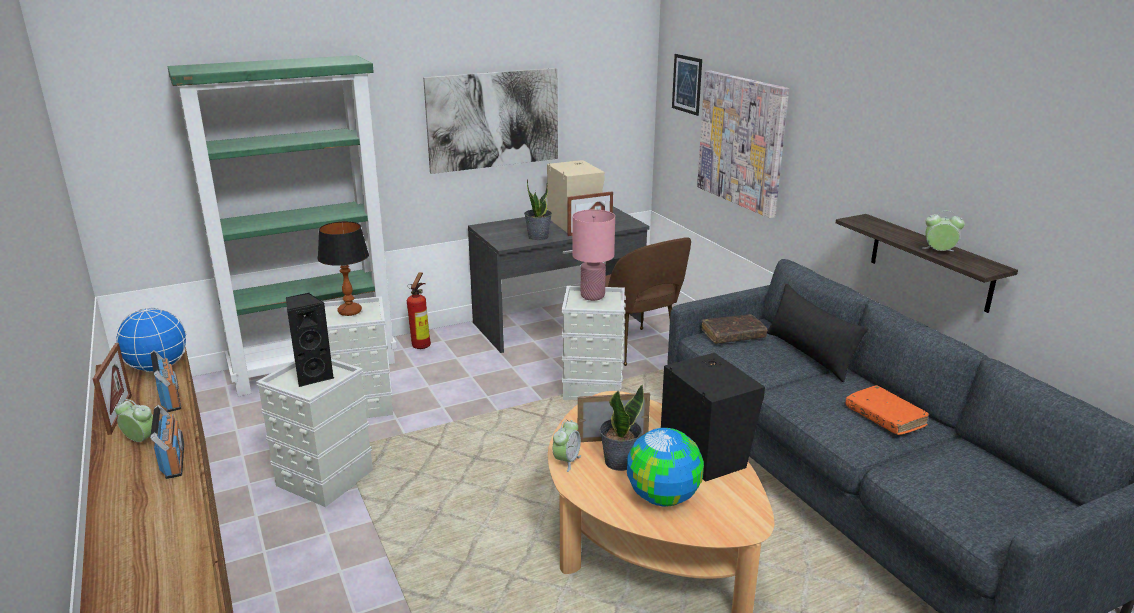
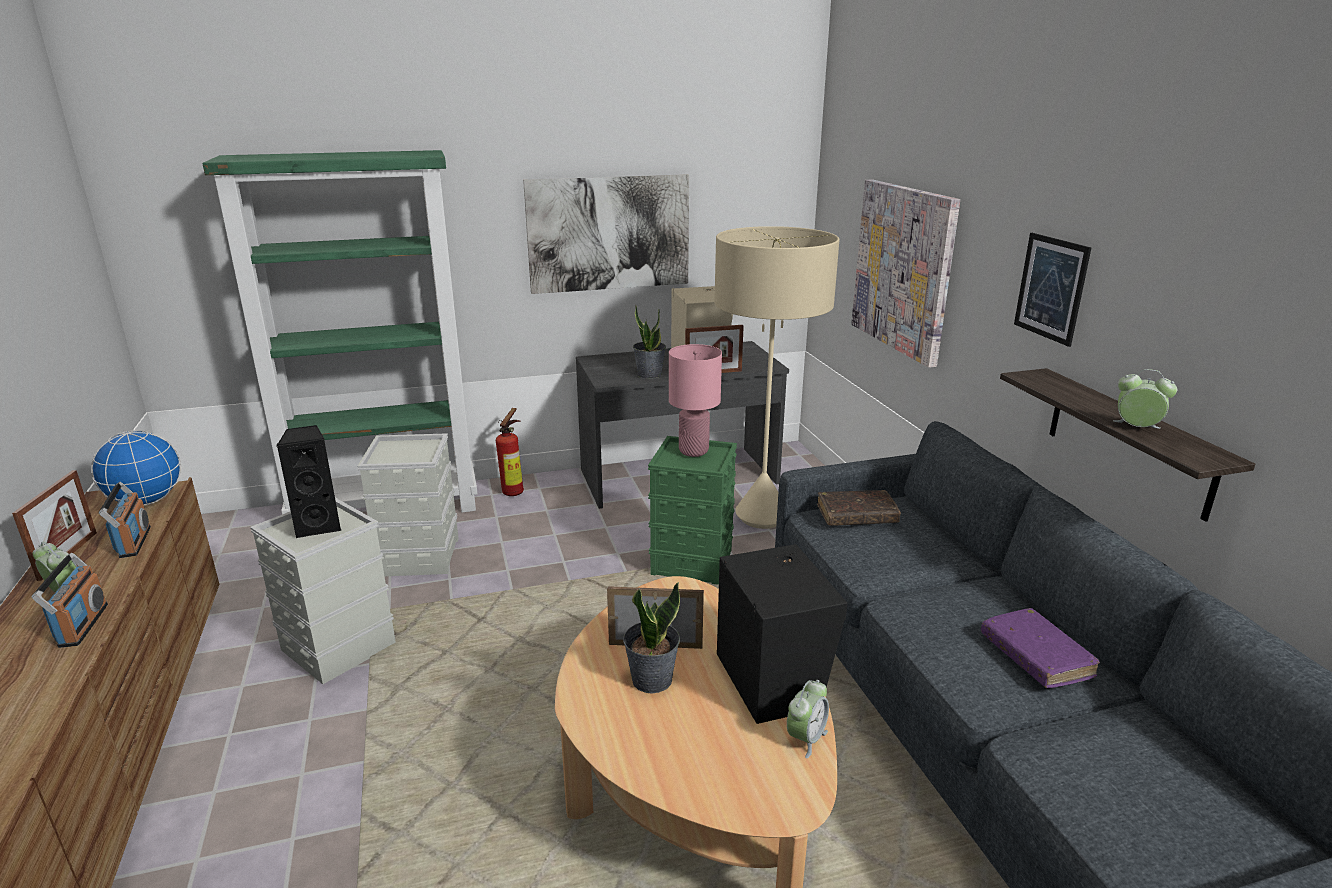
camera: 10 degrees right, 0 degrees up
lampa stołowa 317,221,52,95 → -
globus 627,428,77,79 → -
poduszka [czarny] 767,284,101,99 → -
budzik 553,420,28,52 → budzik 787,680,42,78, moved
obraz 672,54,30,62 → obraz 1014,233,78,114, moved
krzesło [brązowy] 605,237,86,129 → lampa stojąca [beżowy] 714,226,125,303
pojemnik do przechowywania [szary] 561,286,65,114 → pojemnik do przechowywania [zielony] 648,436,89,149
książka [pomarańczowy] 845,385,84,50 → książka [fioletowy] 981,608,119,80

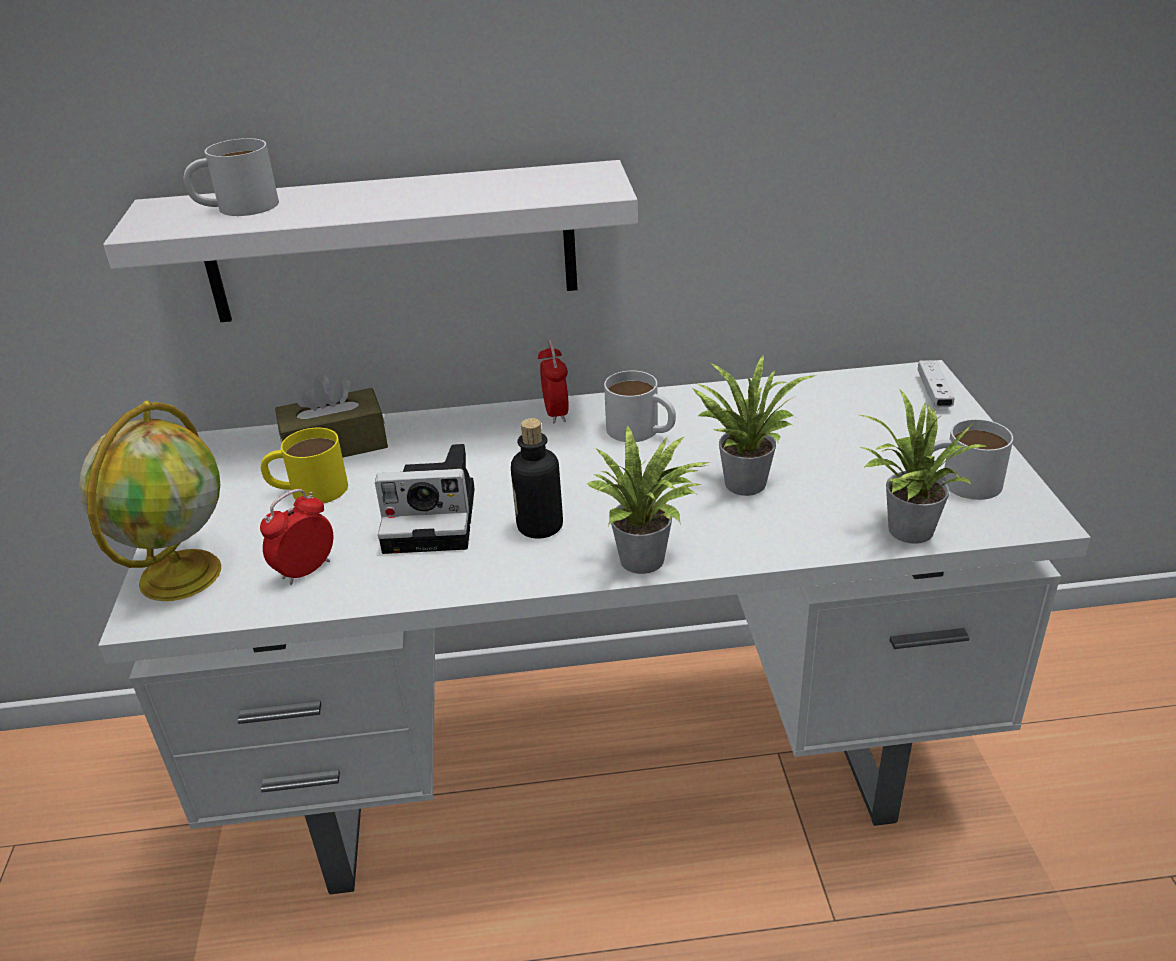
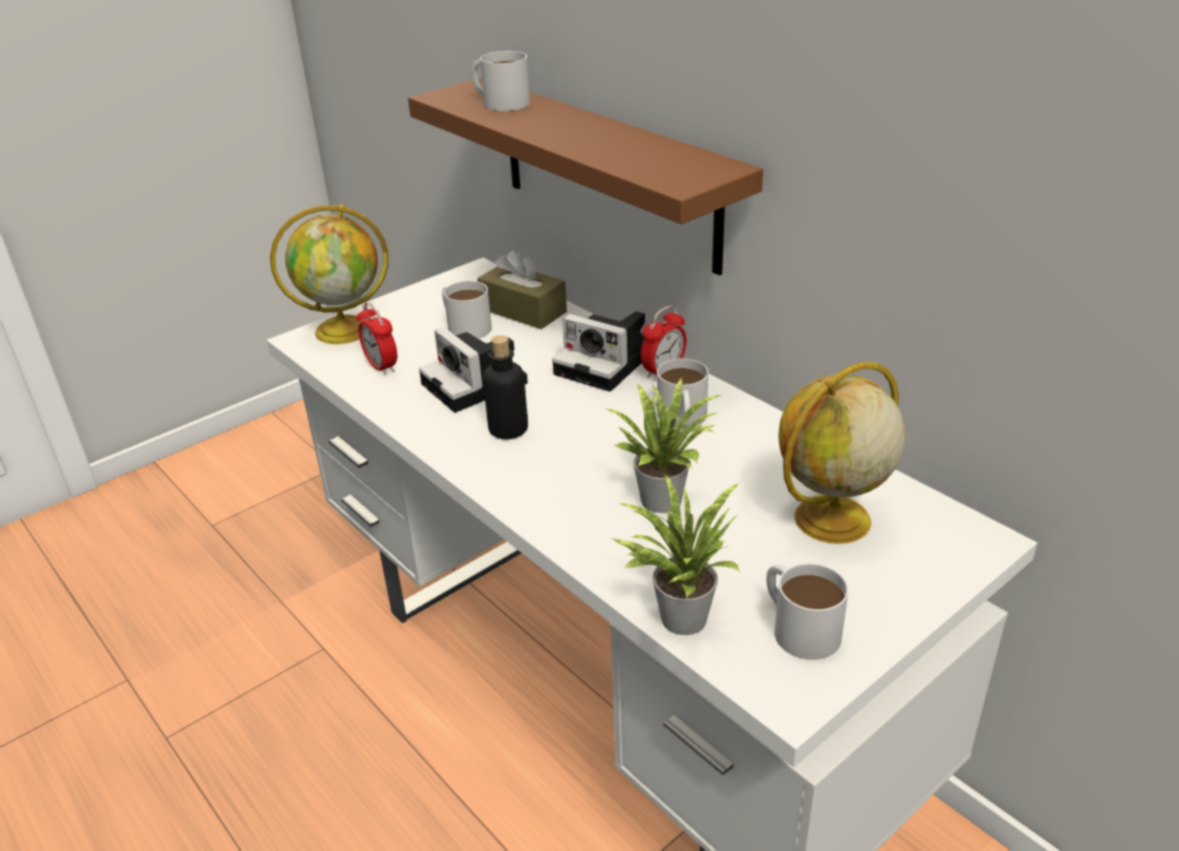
camera: 55 degrees right, 0 degrees up
roślina doniczkowa 587,425,124,149 → -
pad do gier [biały] 918,360,37,48 → -
- → aparat fotograficzny 552,311,93,81
- → globus 778,362,127,182
półka [biały] 103,160,535,162 → półka [brązowy] 408,78,355,198
kubek [żółty] 261,428,87,76 → kubek [biały] 442,281,50,58
budzik 260,489,73,96 → budzik 356,302,41,73, 135 degrees counterclockwise

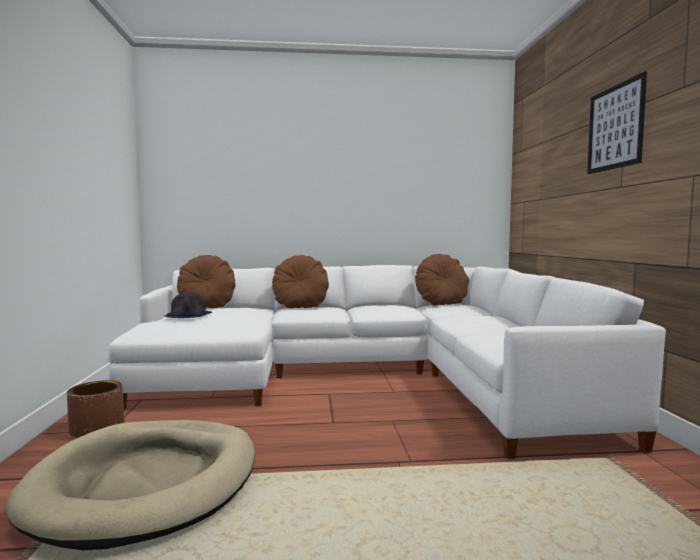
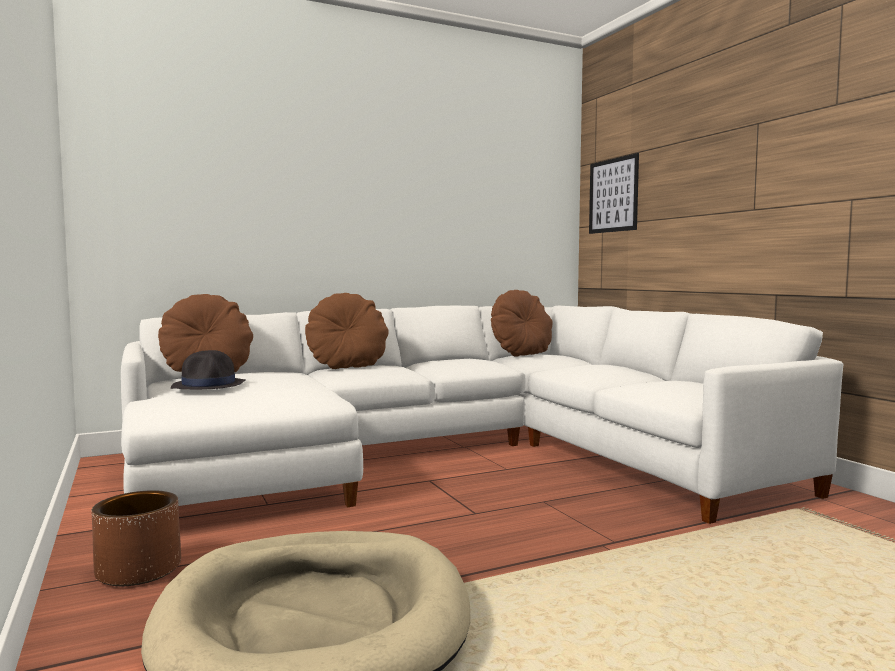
camera: 20 degrees left, 0 degrees up
obraz 587,71,60,103 → obraz 589,153,50,81, moved

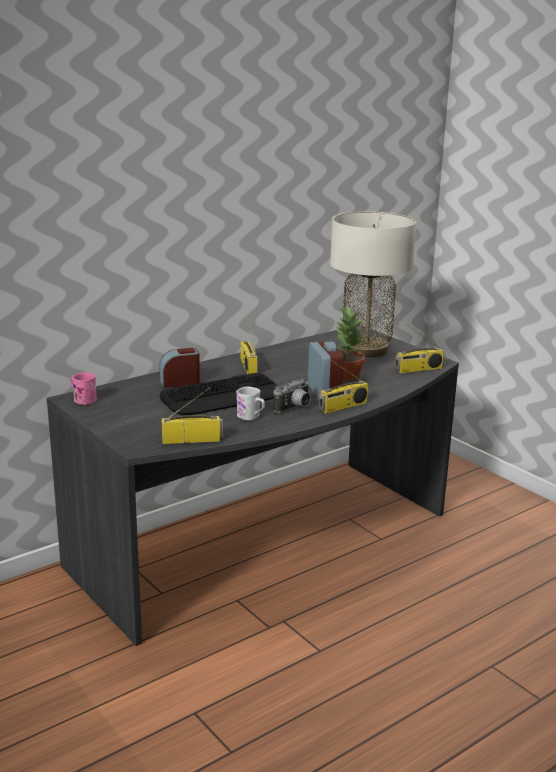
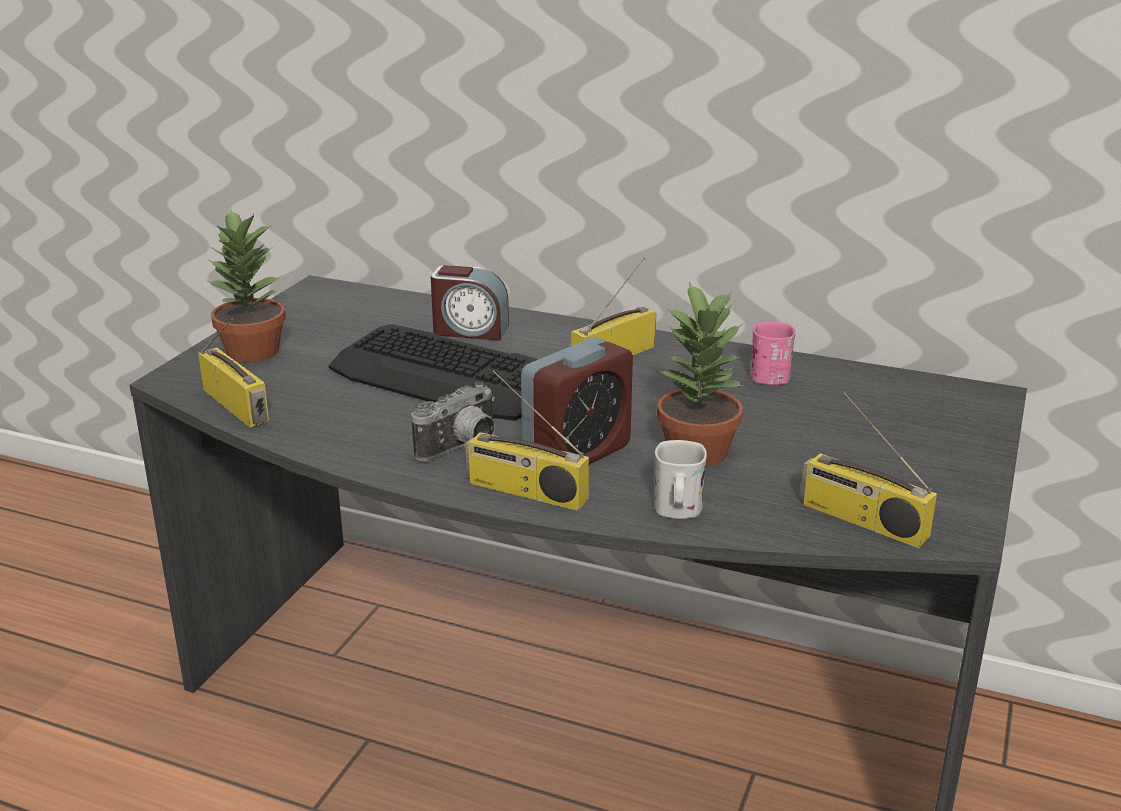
camera: 60 degrees right, 5 degrees up
lampa stołowa 330,212,86,145 → -
- → roślina doniczkowa 206,208,80,154
kubek [różowy] 70,372,27,33 → kubek [różowy] 750,322,46,63, moved
kubek [biały] 236,386,29,34 → kubek [biały] 654,440,53,79, moved
budzik 160,348,40,40 → budzik 431,265,78,76, 150 degrees clockwise
aparat fotograficzny 273,378,38,35 → aparat fotograficzny 411,382,84,80, 60 degrees counterclockwise

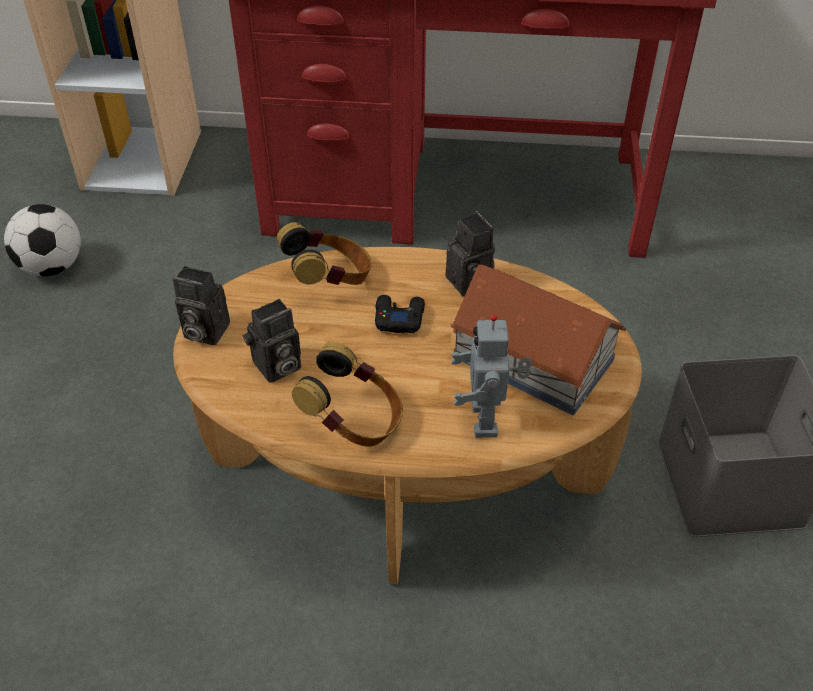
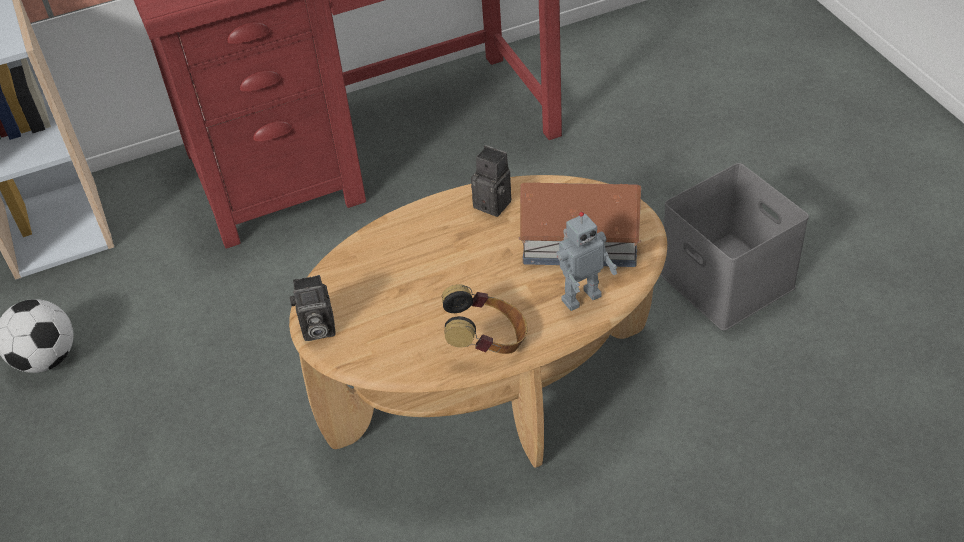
camera: 25 degrees left, 0 degrees up
aparat fotograficzny 243,299,58,84 → -
słuchawki 277,222,95,63 → -
pad do gier [czarny] 375,295,50,38 → -
robot zabawkowy 451,315,81,123 → robot zabawkowy 556,212,61,99, 90 degrees counterclockwise

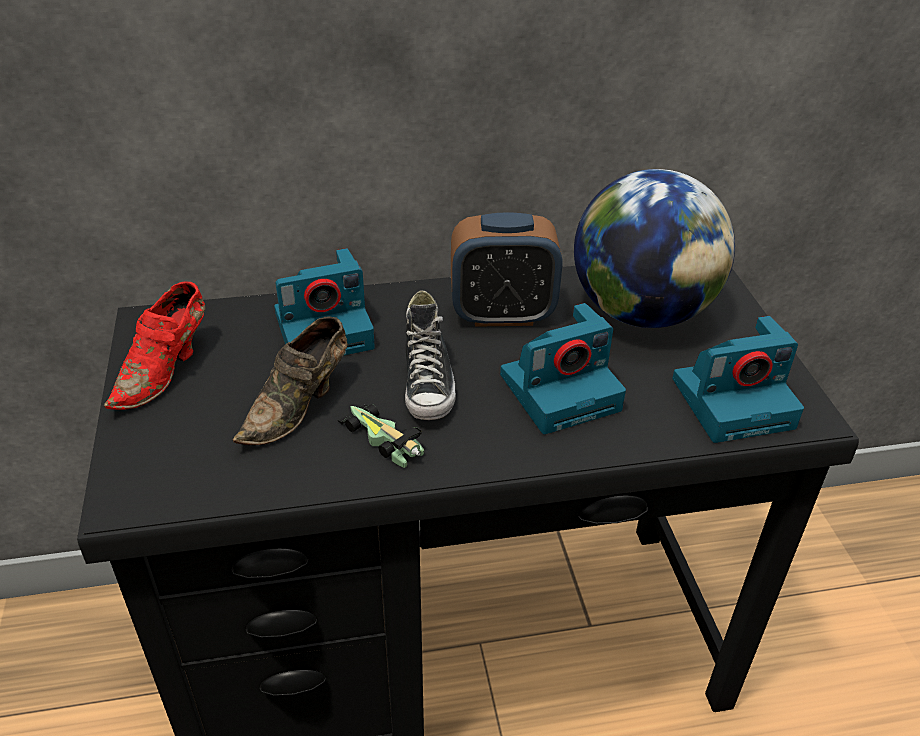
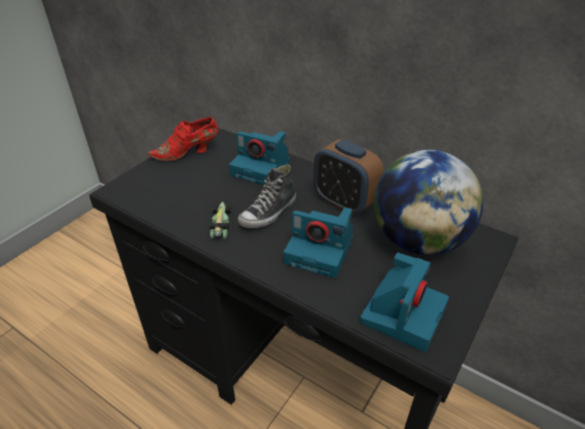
camera: 45 degrees right, 0 degrees up
but [brązowy] 233,316,114,129 → -
aparat fotograficzny 673,316,131,127 → aparat fotograficzny 360,253,89,99, 90 degrees counterclockwise

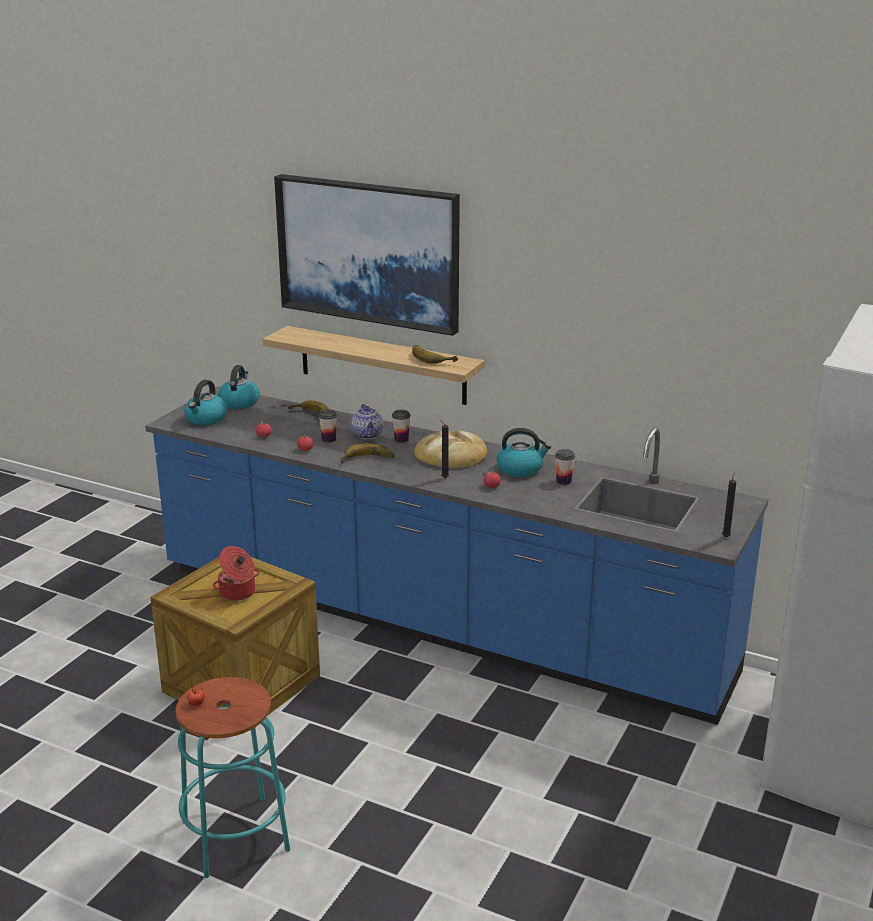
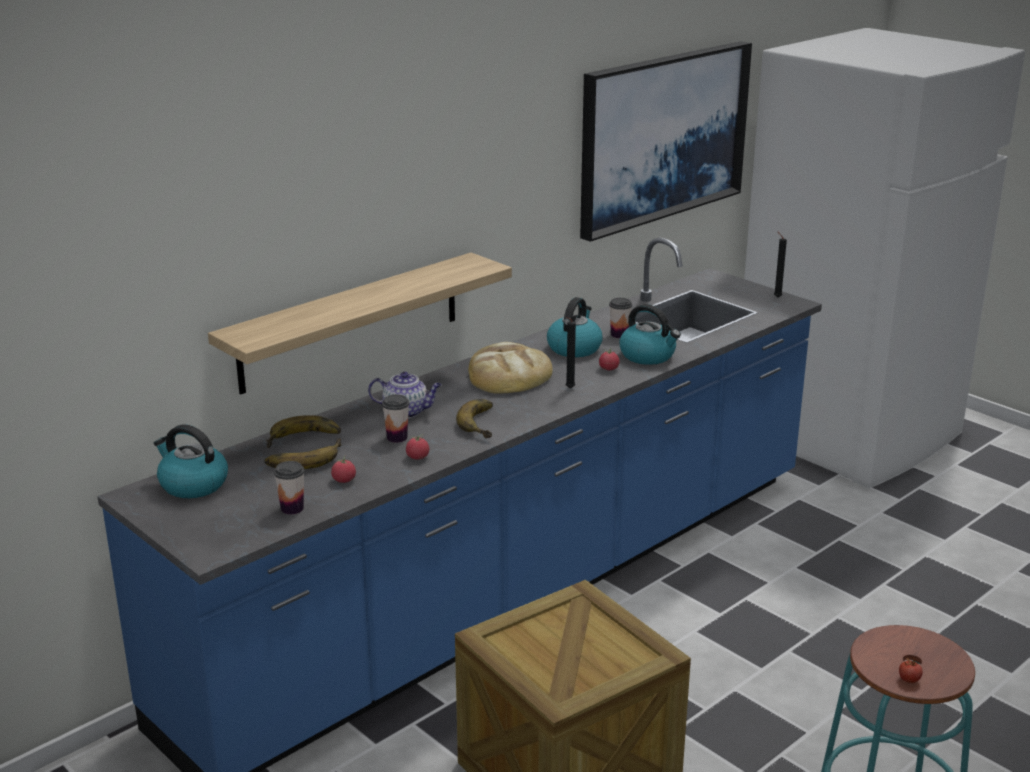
camera: 70 degrees left, 0 degrees up
garnek 213,546,47,55 → -
czajnik 184,380,44,45 → czajnik 619,304,62,61, moved
obraz 274,174,186,162 → obraz 580,41,172,201, moved
filiżanka 392,410,19,33 → filiżanka 274,461,31,53, moved
banan 412,345,46,19 → banan 264,438,78,31, moved

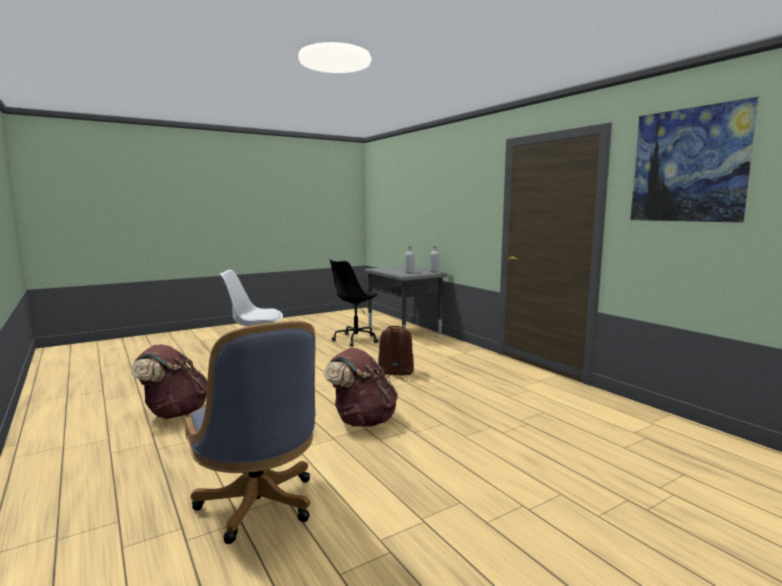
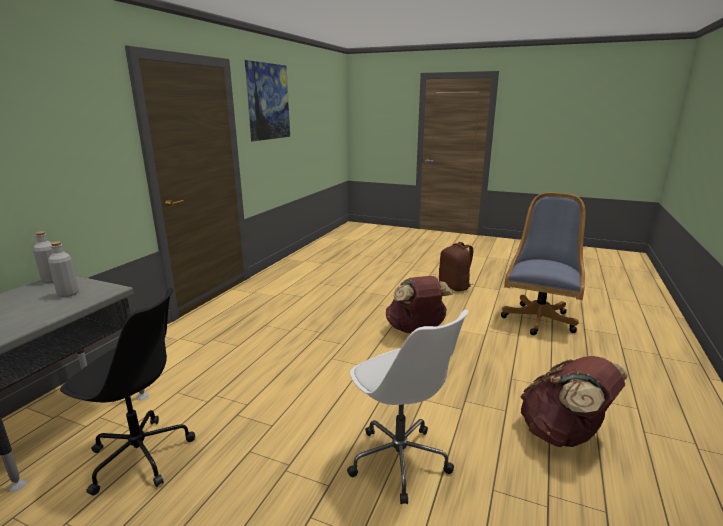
camera: 125 degrees left, 10 degrees up
plecak [brązowy] 378,326,36,53 → plecak [brązowy] 439,242,34,50, moved

